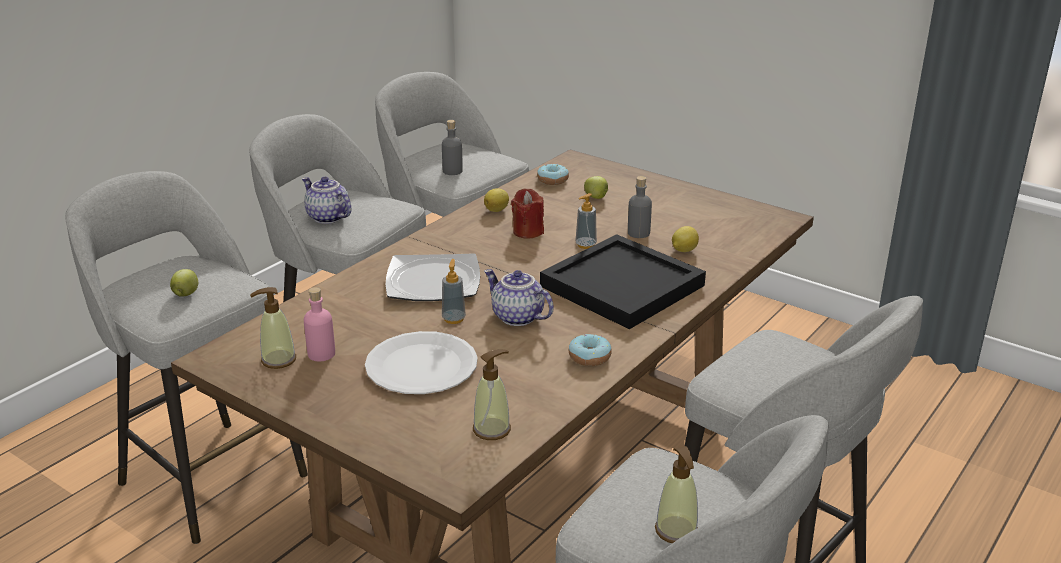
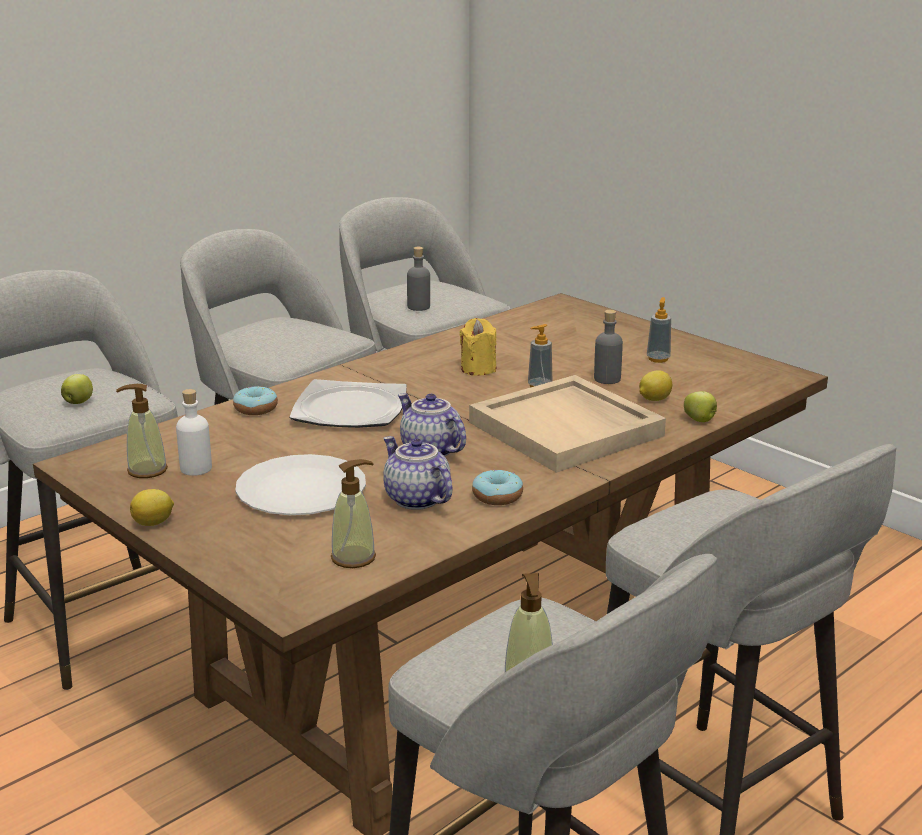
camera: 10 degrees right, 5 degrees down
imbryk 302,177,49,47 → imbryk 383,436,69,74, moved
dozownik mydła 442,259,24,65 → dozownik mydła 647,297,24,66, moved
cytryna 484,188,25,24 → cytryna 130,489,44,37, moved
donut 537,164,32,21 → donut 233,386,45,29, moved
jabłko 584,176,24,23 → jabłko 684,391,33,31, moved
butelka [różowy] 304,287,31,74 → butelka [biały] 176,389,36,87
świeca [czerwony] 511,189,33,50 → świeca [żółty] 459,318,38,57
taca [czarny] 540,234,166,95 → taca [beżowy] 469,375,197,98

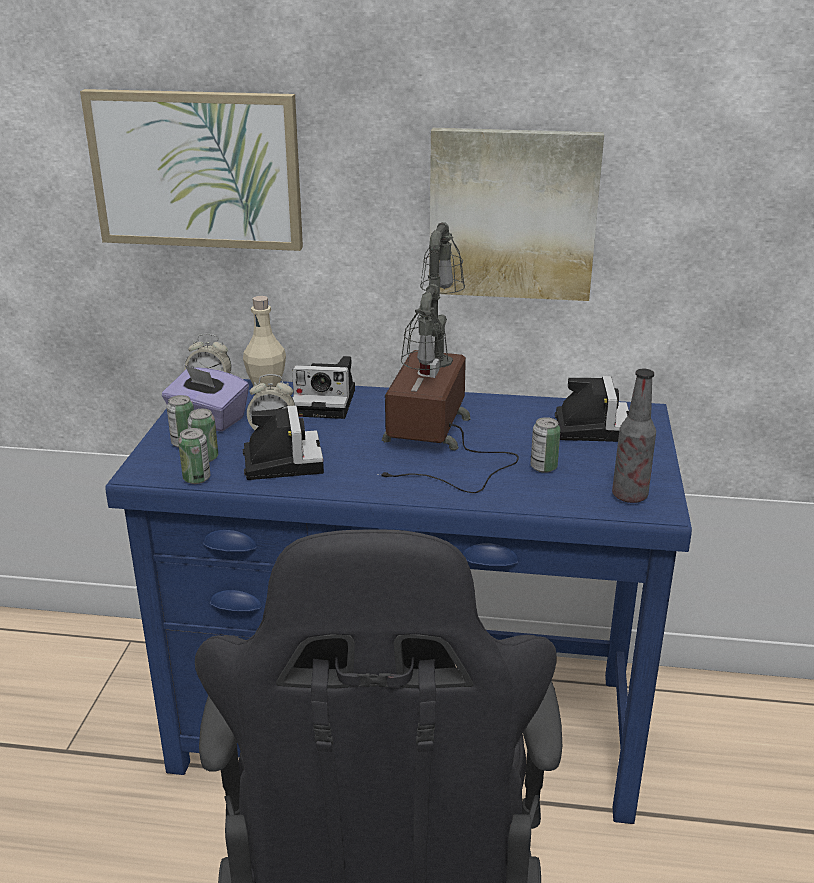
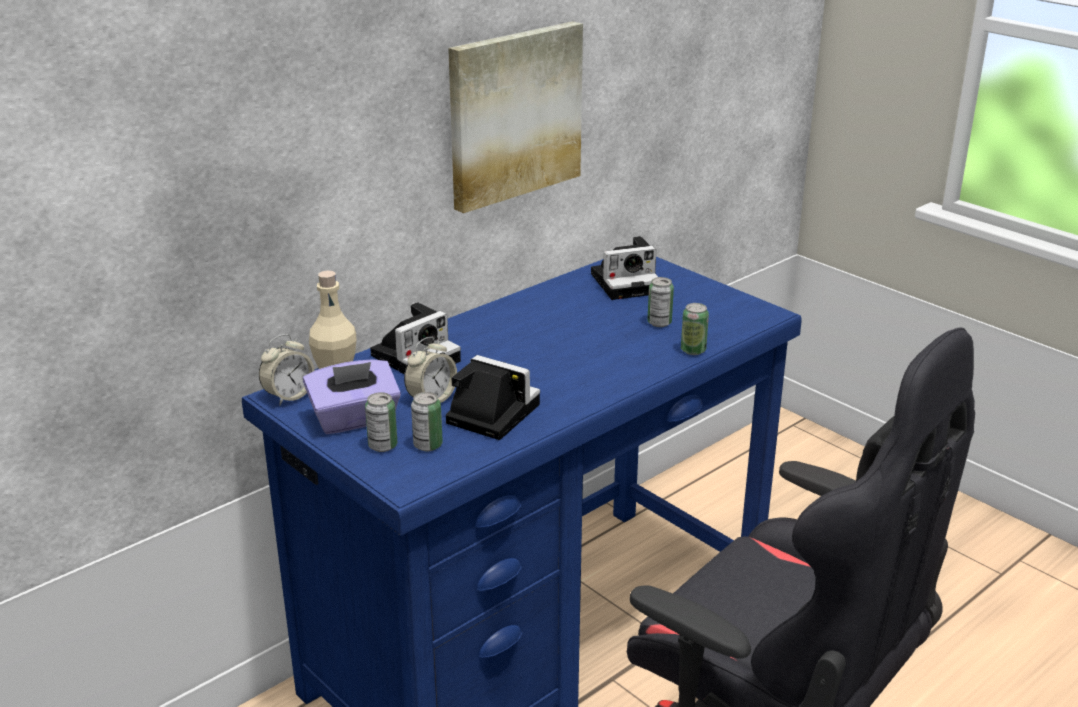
camera: 50 degrees left, 0 degrees up
obraz 80,89,223,162 → -
lampa stołowa 378,222,141,271 → -
butelka 612,369,44,134 → -
puszka 178,428,32,56 → puszka 681,303,28,52, moved
aparat fotograficzny 555,376,74,66 → aparat fotograficzny 591,236,67,64, 120 degrees clockwise

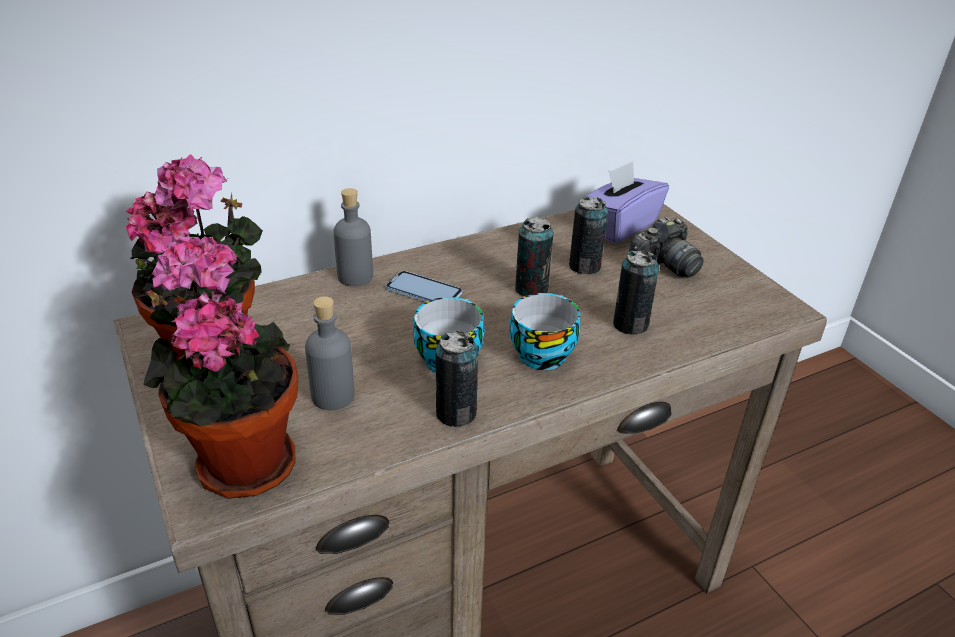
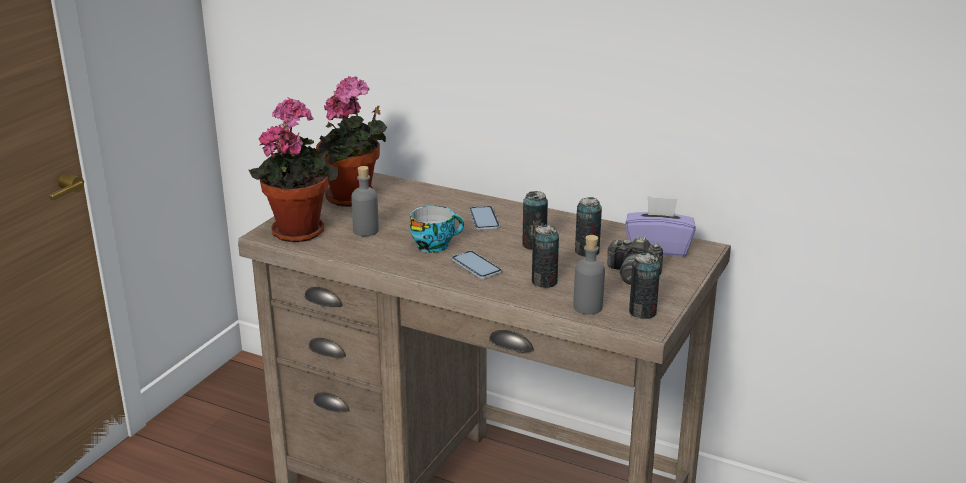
camera: 55 degrees right, 10 degrees down
butelka [szary] 334,188,39,98 → butelka [szary] 573,235,32,80, moved
puszka 435,331,43,96 → puszka 629,252,31,67, moved
filiżanka 510,293,70,77 → telefon 452,251,50,28

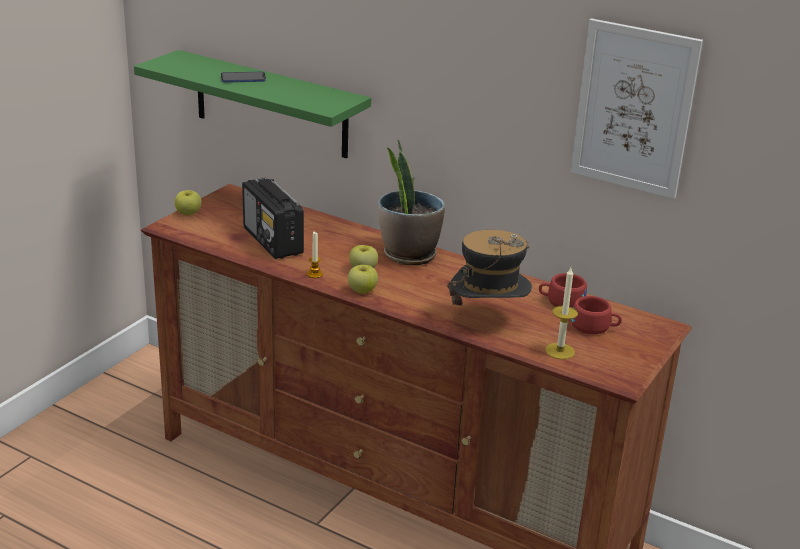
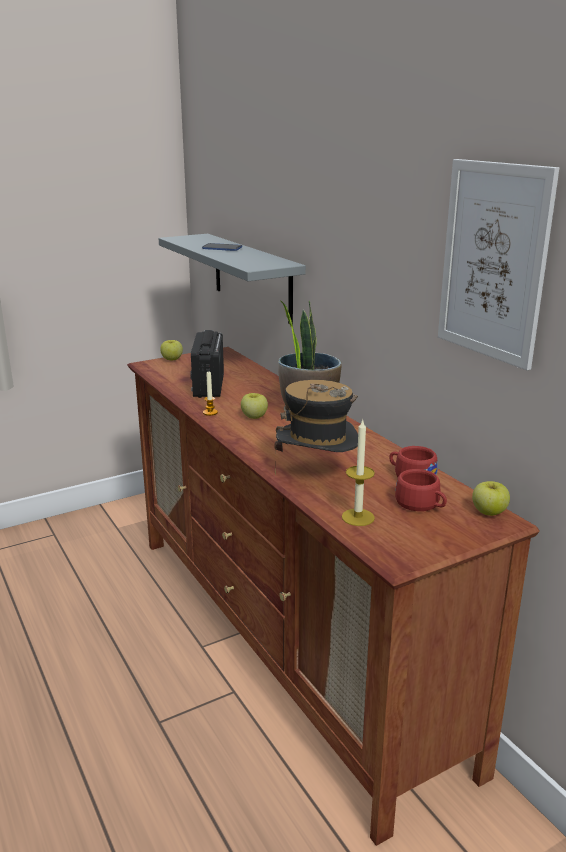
camera: 30 degrees right, 5 degrees down
jabłko 348,265,30,29 → jabłko 472,481,38,35, moved
półka [zielony] 134,50,237,109 → półka [szary] 158,234,148,90

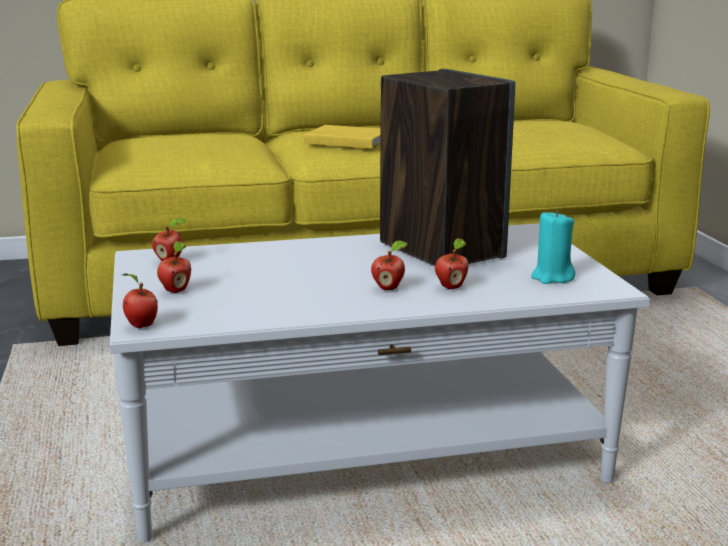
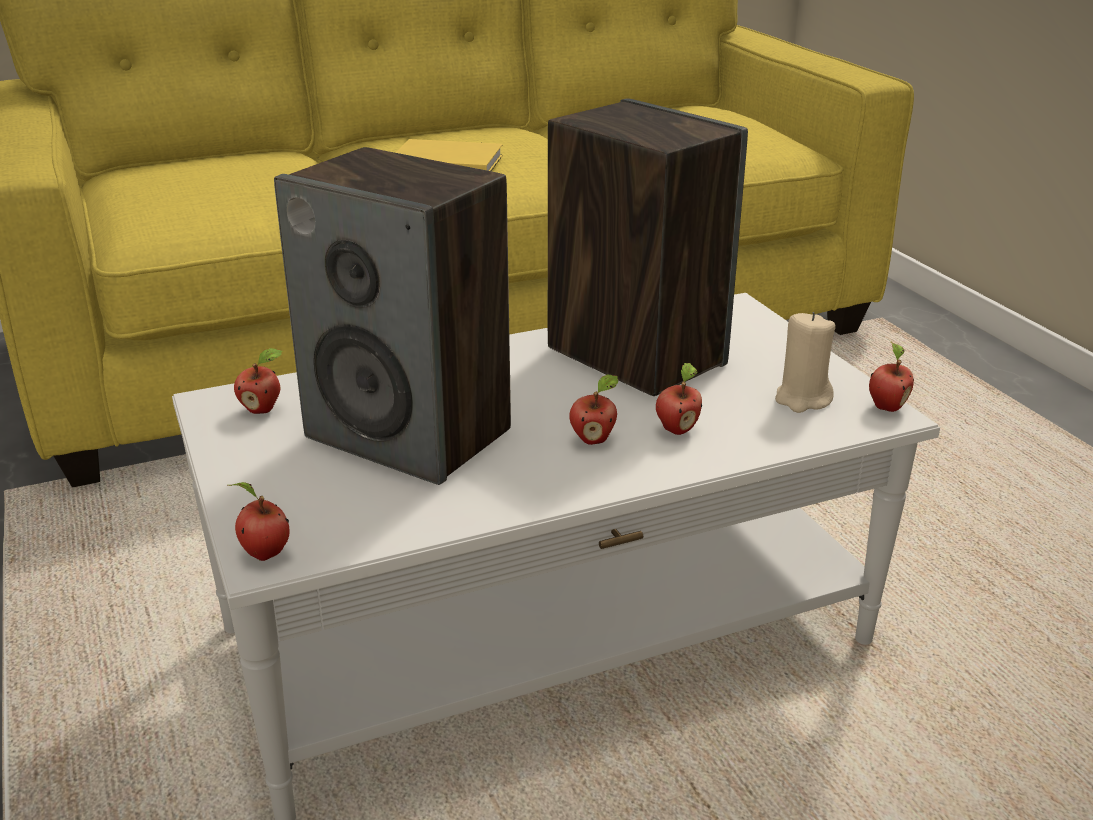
camera: 10 degrees left, 10 degrees up
- → głośnik 274,147,237,338
jabłko 157,241,34,52 → jabłko 869,342,45,70, moved
świeca [turkusowy] 531,210,44,74 → świeca [beżowy] 775,312,61,101

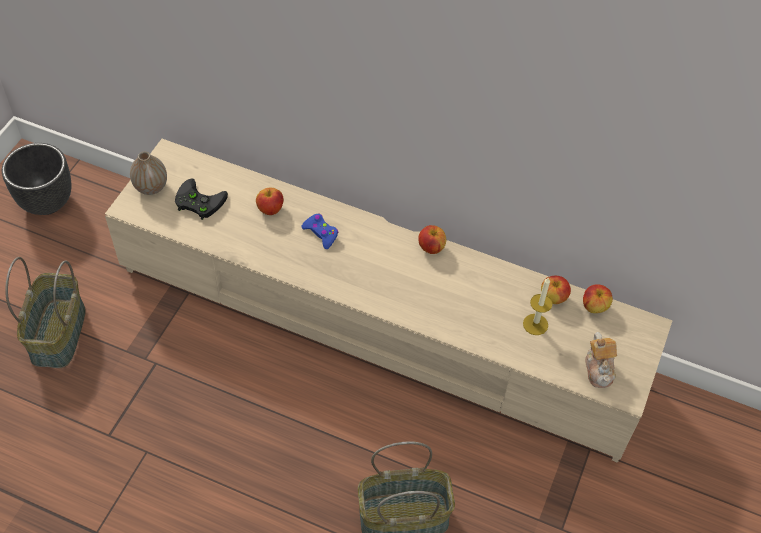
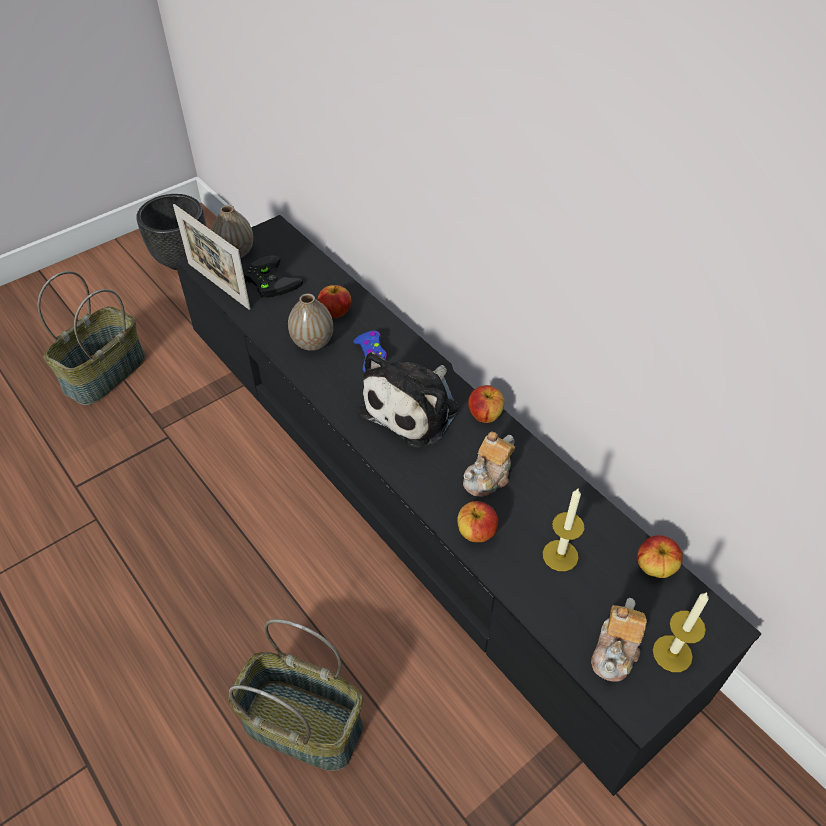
camera: 30 degrees right, 5 degrees down
- → ramka na zdjęcie 173,204,77,106
- → wazon 288,293,45,58
- → pluszak 359,352,99,96
- → imbryk 463,432,52,65
- → świeca 653,592,56,80
jabłko 541,276,30,28 → jabłko 457,501,41,41, moved
szafka pod telewizor [beżowy] 105,139,568,324 → szafka pod telewizor [czarny] 175,215,587,581

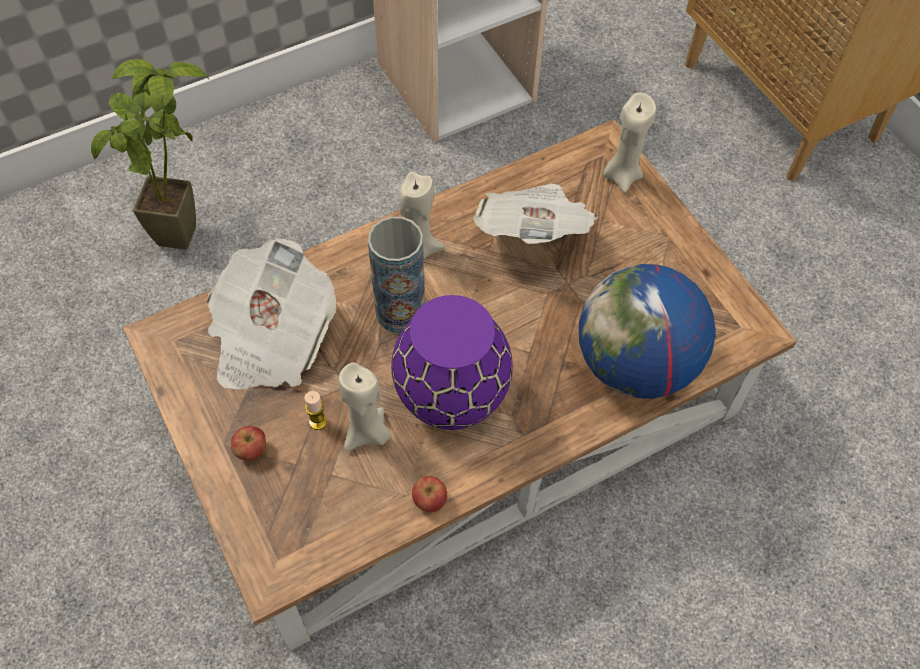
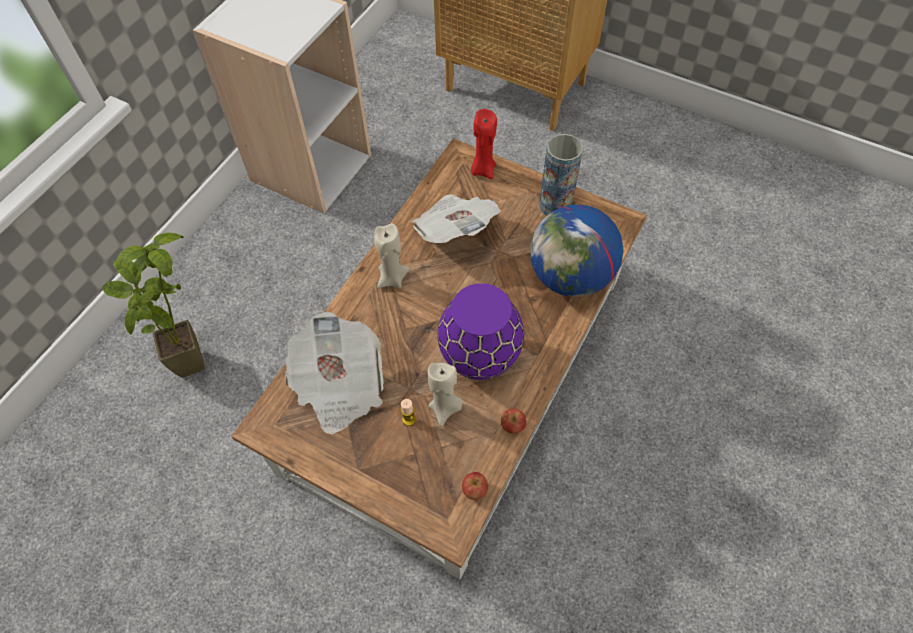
camera: 30 degrees left, 0 degrees up
jabłko 231,426,35,35 → jabłko 462,472,26,28, moved
wazon 368,216,57,117 → wazon 539,134,44,81, moved
świeca [beżowy] 603,92,53,101 → świeca [czerwony] 471,109,26,70

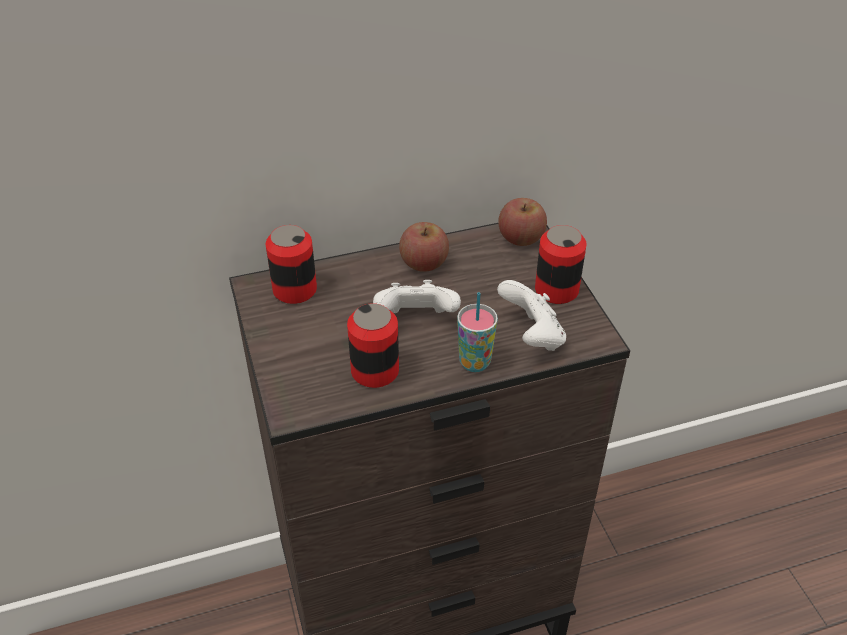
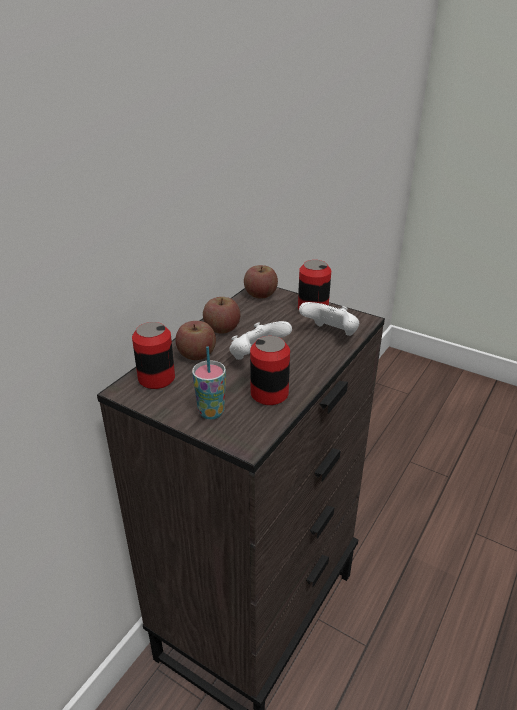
camera: 40 degrees left, 10 degrees down
- → jabłko 175,321,41,39
filiżanka 457,292,41,80 → filiżanka 192,346,34,73, moved

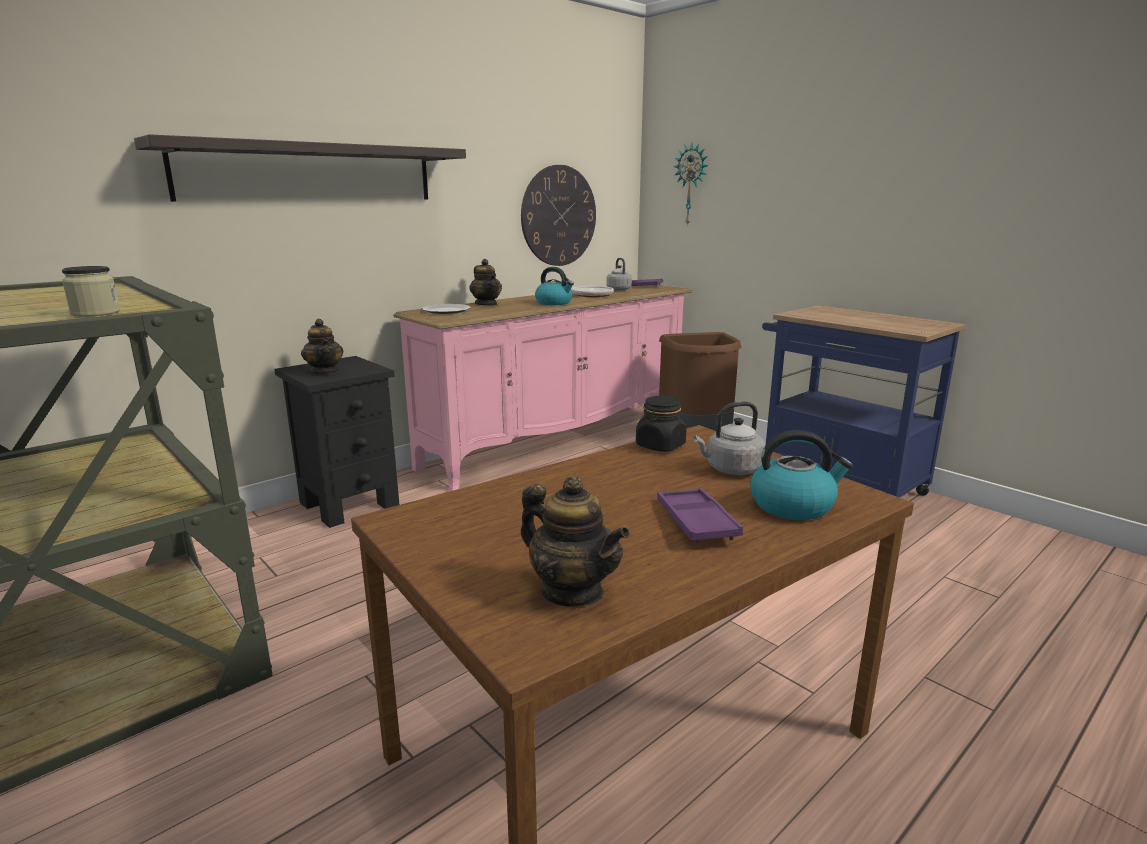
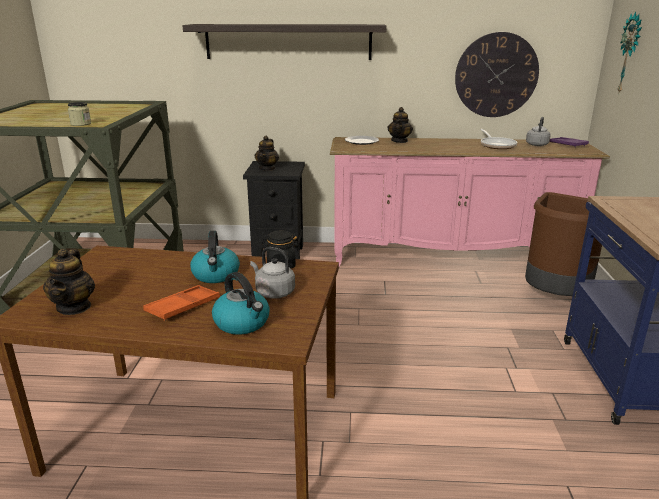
camera: 45 degrees right, 5 degrees up
czajnik 535,267,39,38 → czajnik 190,231,50,52, moved
taca [fioletowy] 657,488,86,55 → taca [pomarańczowy] 143,285,77,36

